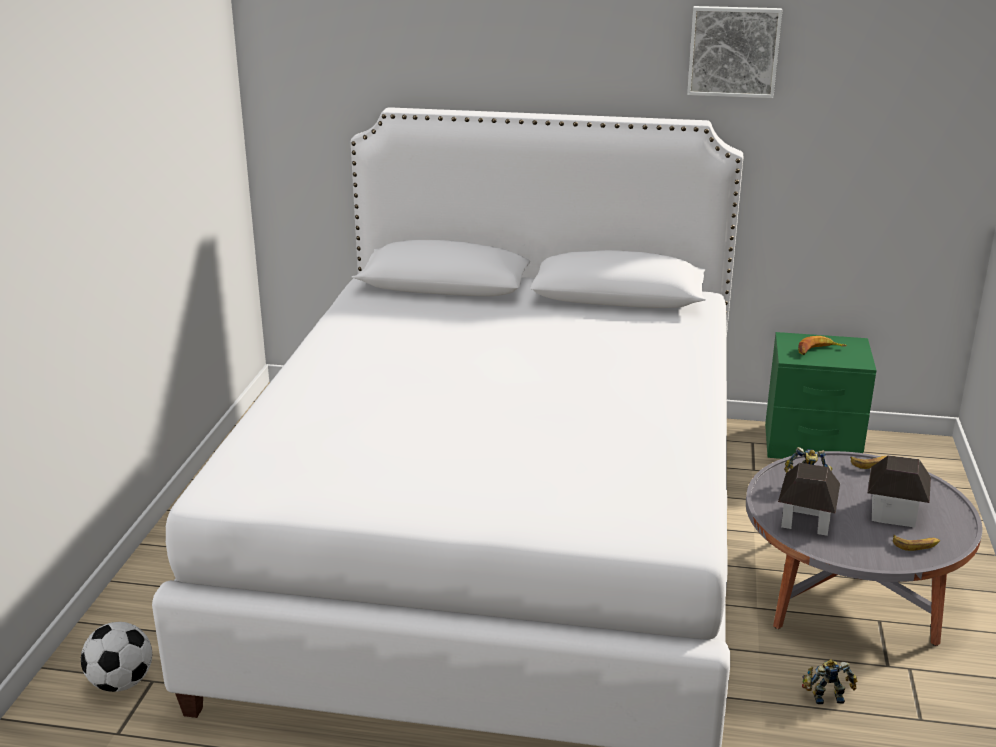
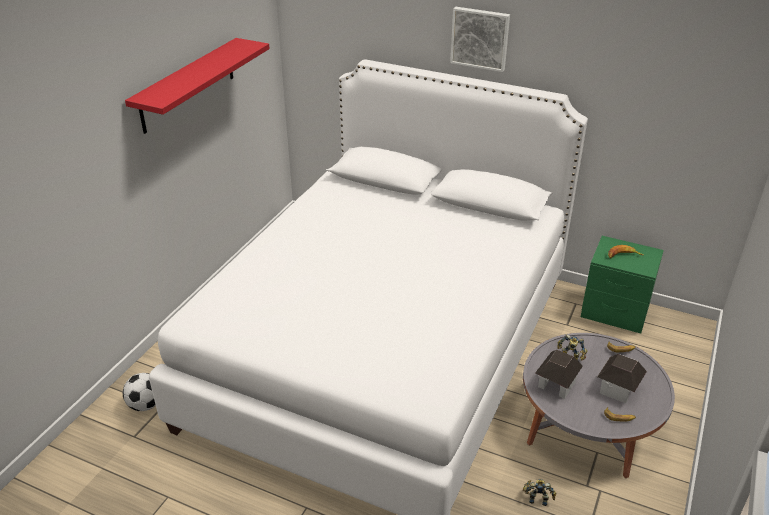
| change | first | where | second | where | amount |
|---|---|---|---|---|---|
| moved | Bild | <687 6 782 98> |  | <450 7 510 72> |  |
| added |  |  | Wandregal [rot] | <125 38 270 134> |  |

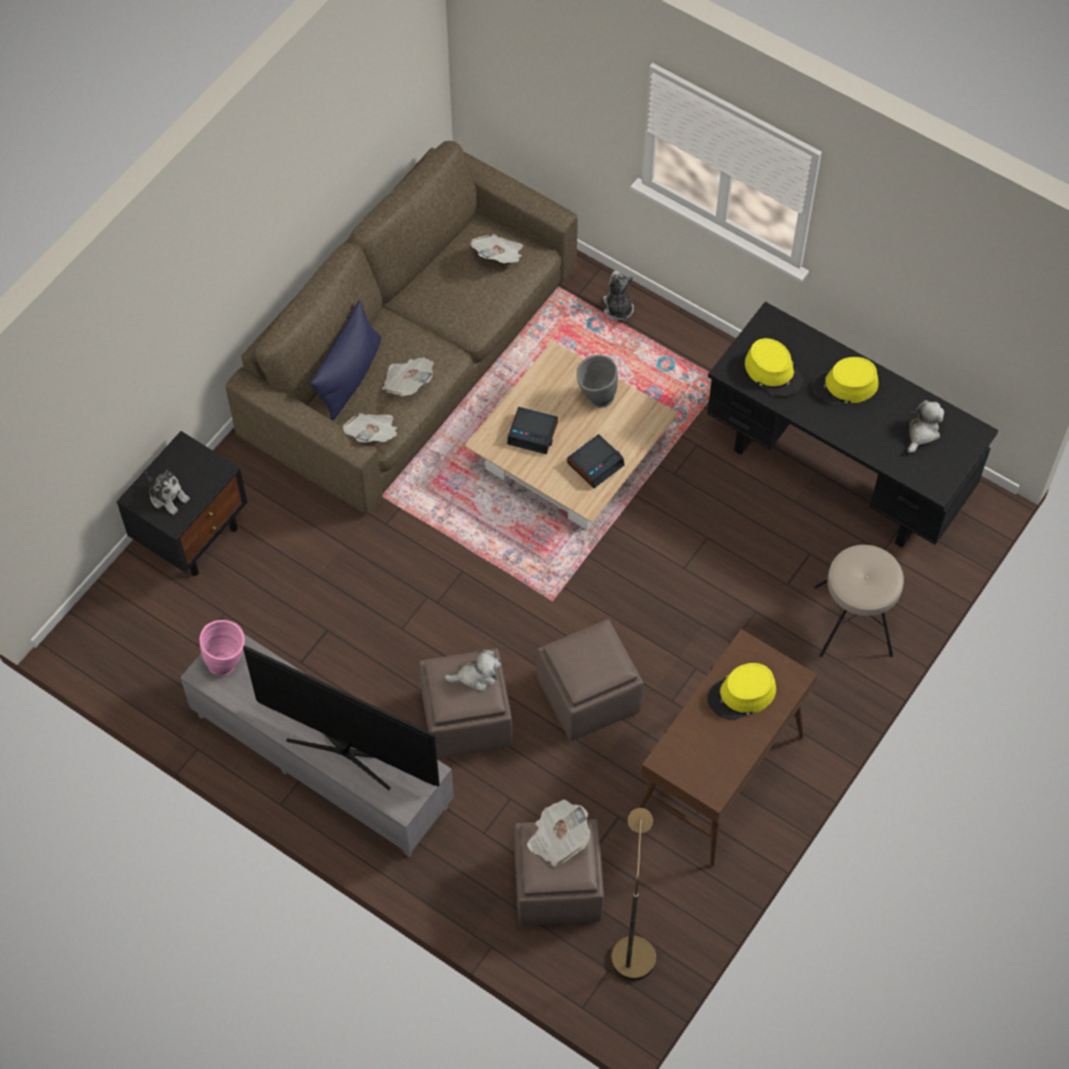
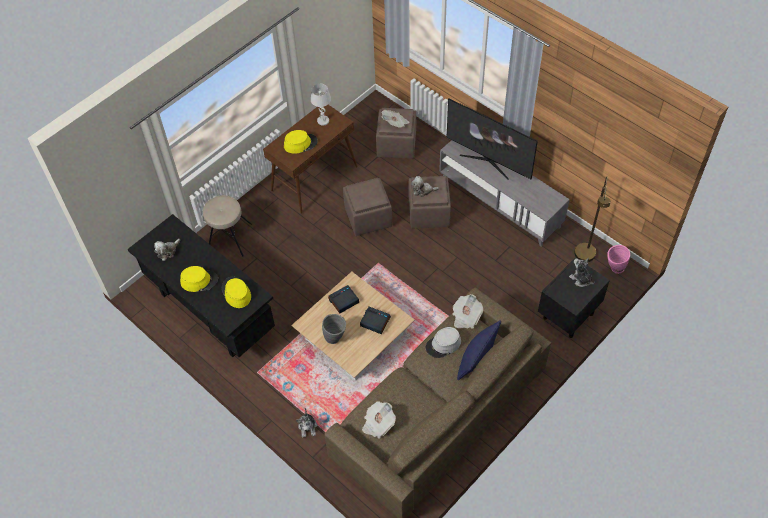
| change | first | where | second | where | amount |
|---|---|---|---|---|---|
| moved | Vase [rosa] | <199 620 245 675> |  | <607 245 630 274> |  |
| replaced | Zeitung | <382 357 434 396> | Hut [grau] | <426 327 461 358> |  |
| moved | Stehlampe [braun] | <611 808 656 981> |  | <574 177 611 262> |  |
| added |  |  | Tischlampe [weiß] | <311 84 331 126> |  |

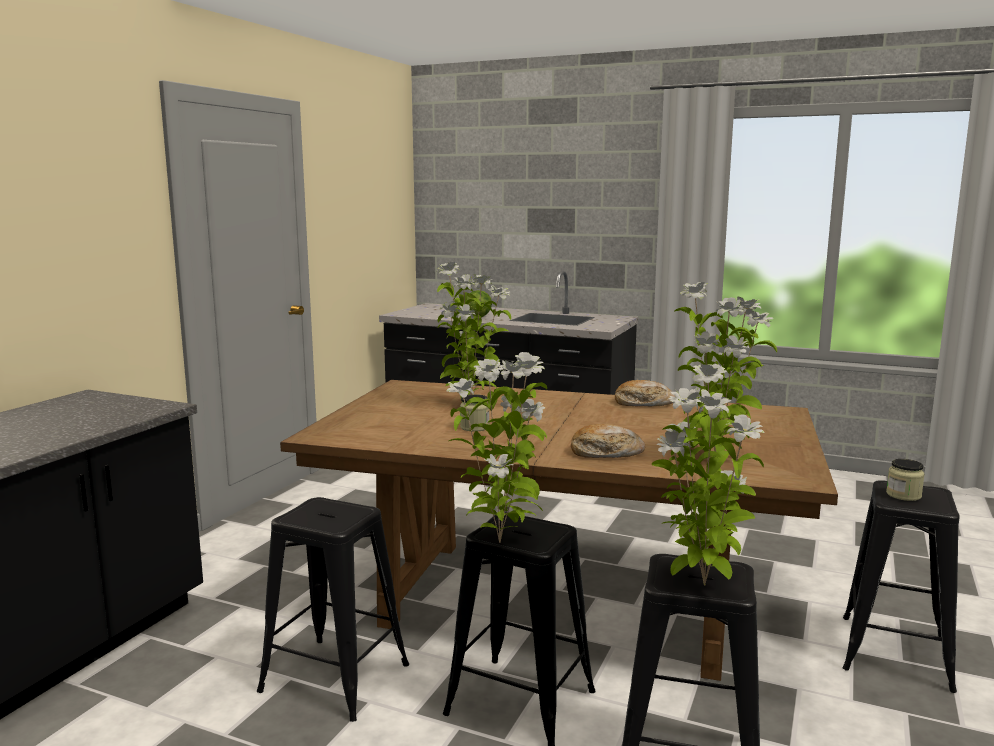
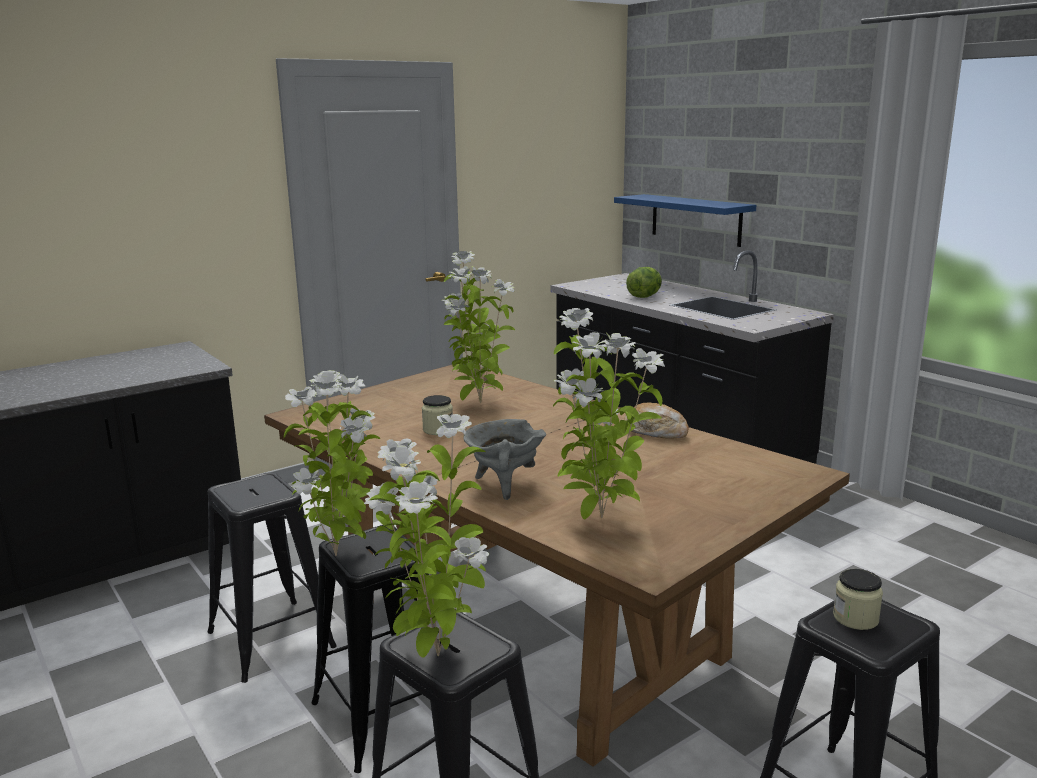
| change | first | where | second | where | amount |
|---|---|---|---|---|---|
| replaced | Brot | <571 424 646 458> | Kochtopf [grau] | <463 419 546 500> |  |
| added |  |  | Wandregal [blau] | <614 194 756 247> |  |

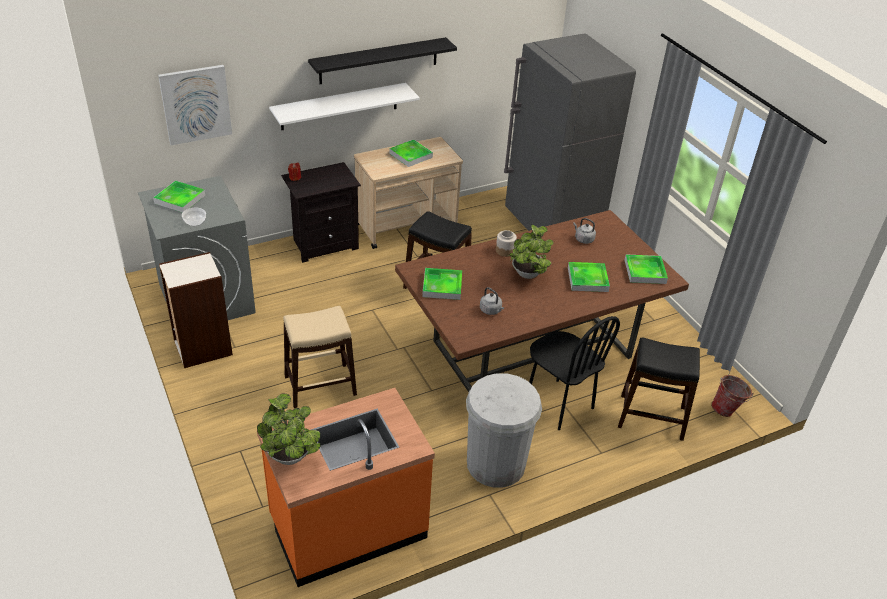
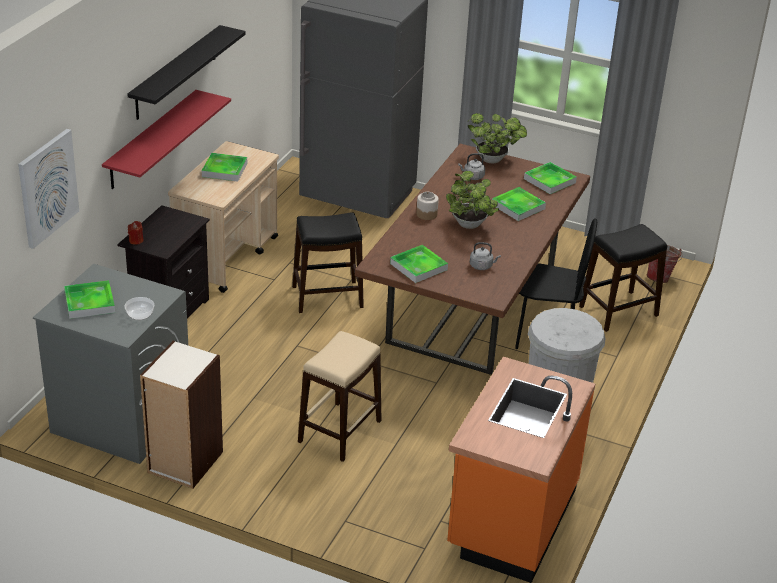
| change | first | where | second | where | amount |
|---|---|---|---|---|---|
| moved | Topfpflanze | <257 393 321 465> |  | <468 113 527 163> |  |
| recoloured | Wandregal [weiß] | <269 83 420 130> | Wandregal [rot] | <102 90 231 189> |  |

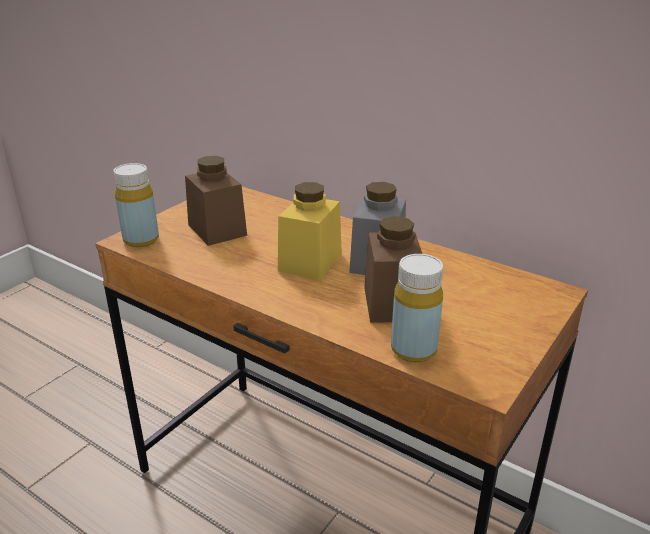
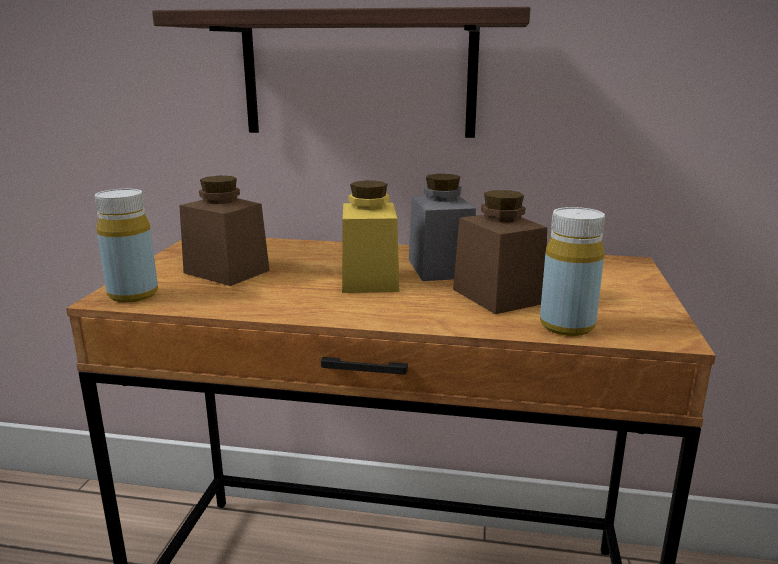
| change | first | where | second | where | amount |
|---|---|---|---|---|---|
| added |  |  | Wandregal | <152 7 530 138> |  |

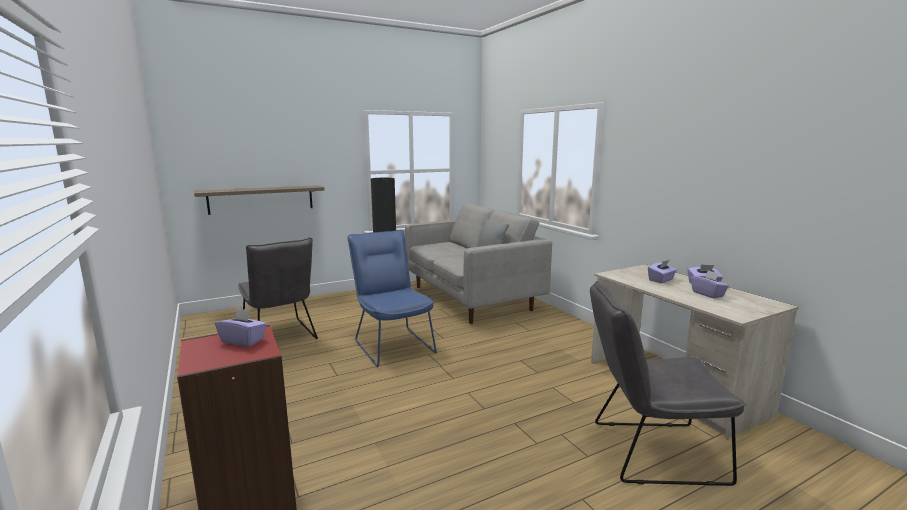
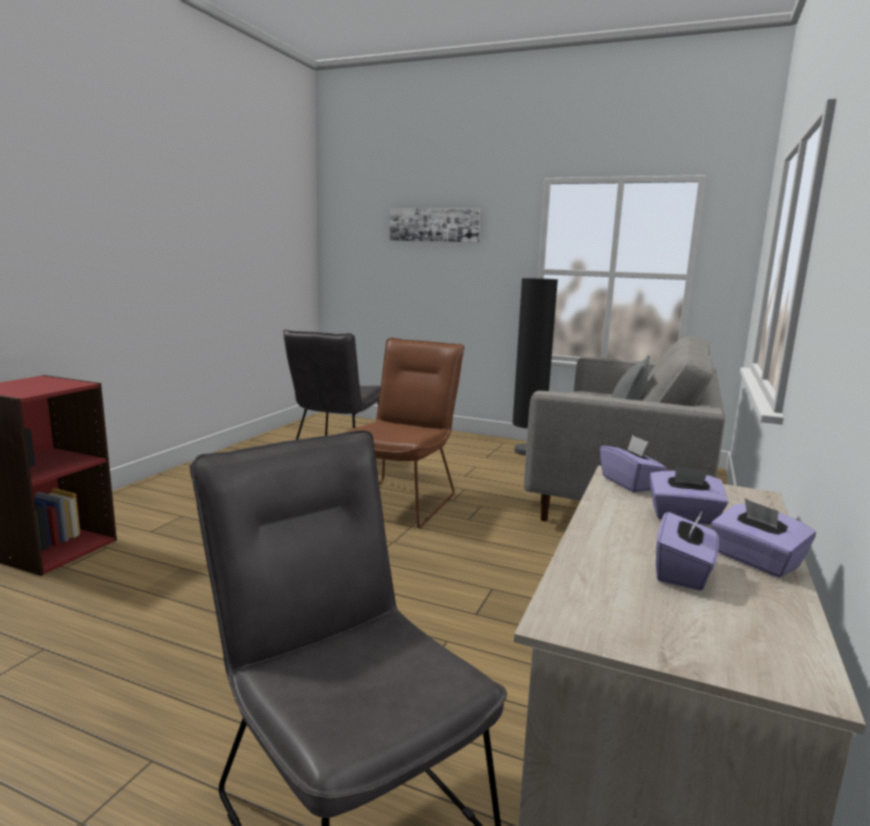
| change | first | where | second | where | amount |
|---|---|---|---|---|---|
| removed | Wandregal | <194 185 325 215> |  |  |  |
| moved | Taschentuchbox [lila] | <215 308 267 347> |  | <600 435 667 492> |  |
| recoloured | Stuhl [blau] | <347 230 437 367> | Stuhl [braun] | <344 338 464 528> |  |
| added |  |  | Bild | <390 208 481 242> |  |

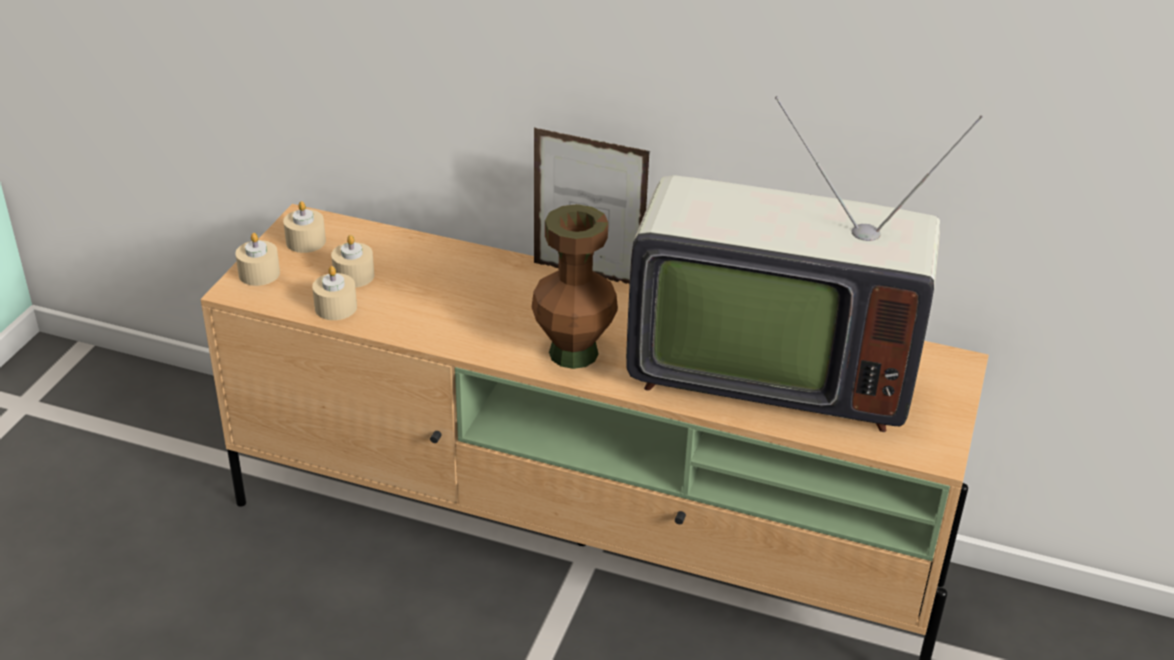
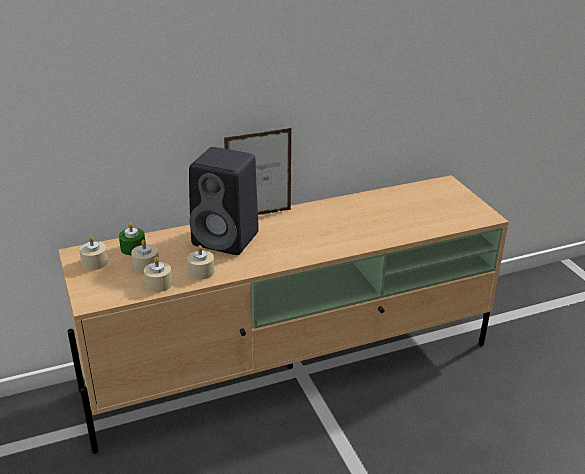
| change | first | where | second | where | amount |
|---|---|---|---|---|---|
| moved | Kerze [beige] | <236 233 280 286> |  | <187 245 215 280> |  |
| removed | Vase [braun] | <532 204 618 369> |  |  |  |
| removed | Fernseher | <626 96 983 432> |  |  |  |
| added |  |  | Kerze [grün] | <119 223 145 255> |  |
| added |  |  | Lautsprecher [schwarz] | <189 147 259 255> |  |

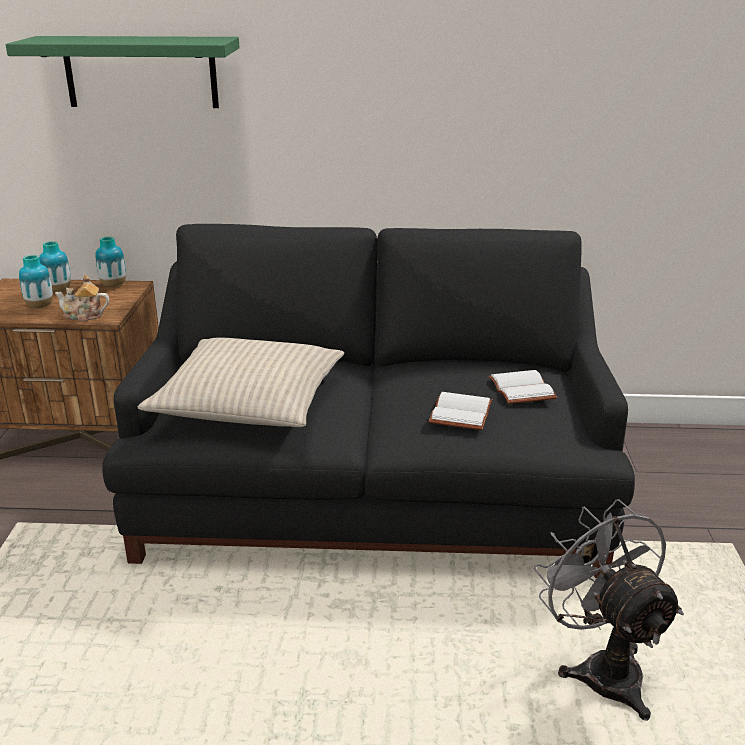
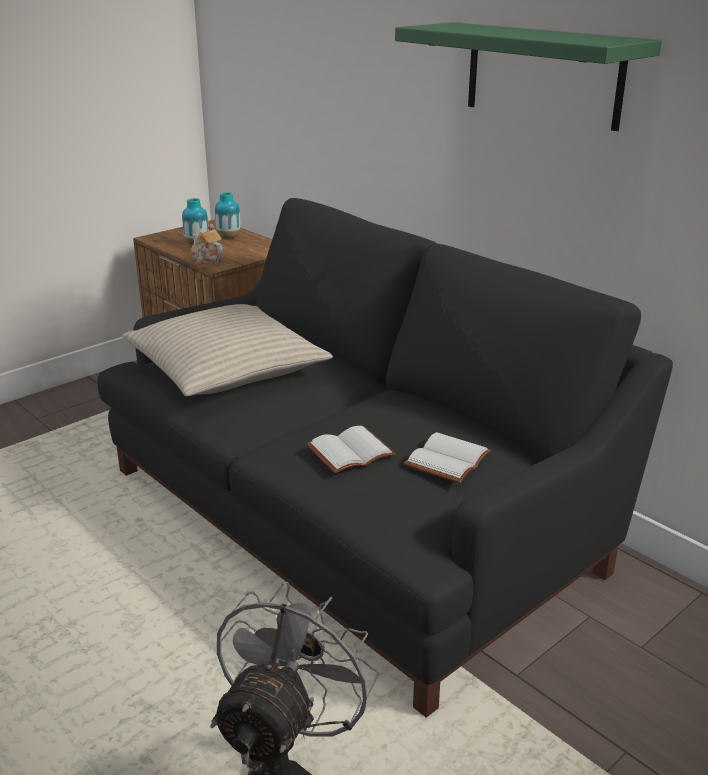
| change | first | where | second | where | amount |
|---|---|---|---|---|---|
| moved | Wandregal [grün] | <5 36 239 108> |  | <395 22 662 131> |  |
| removed | Vase | <95 236 126 287> |  |  |  |

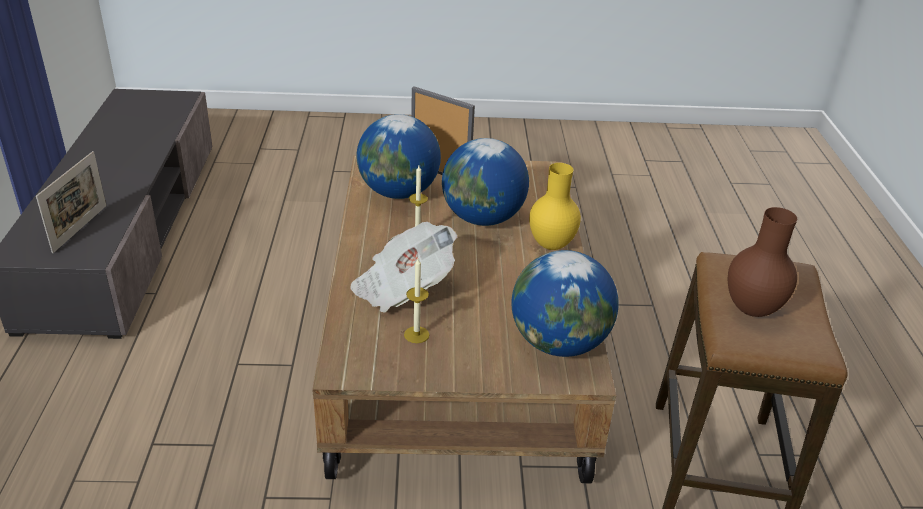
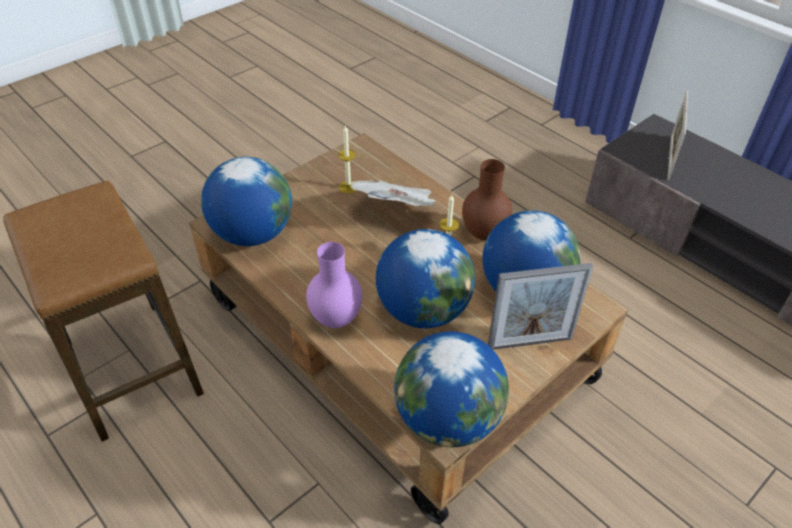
| change | first | where | second | where | amount |
|---|---|---|---|---|---|
| turned | Bilderrahmen | <36 151 106 253> |  | <667 91 688 180> | 45 degrees clockwise |
| recoloured | Vase [gelb] | <529 163 581 250> | Vase [lila] | <306 242 363 328> |  |
| moved | Vase [braun] | <728 207 797 317> |  | <462 159 512 240> |  |
| added |  |  | Globus | <394 331 509 447> |  |

